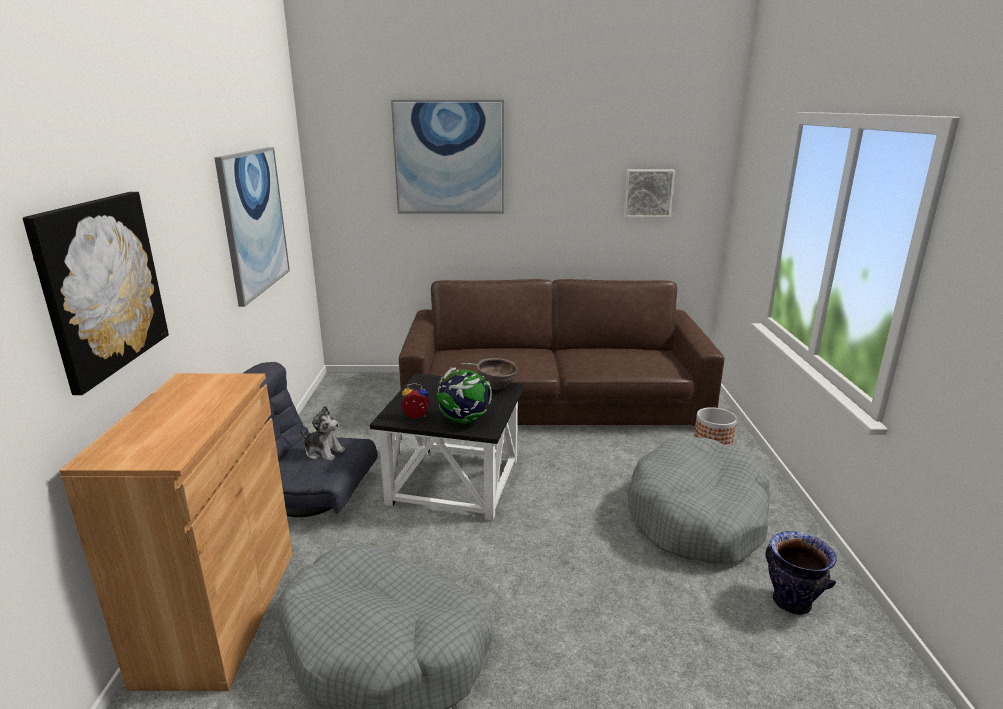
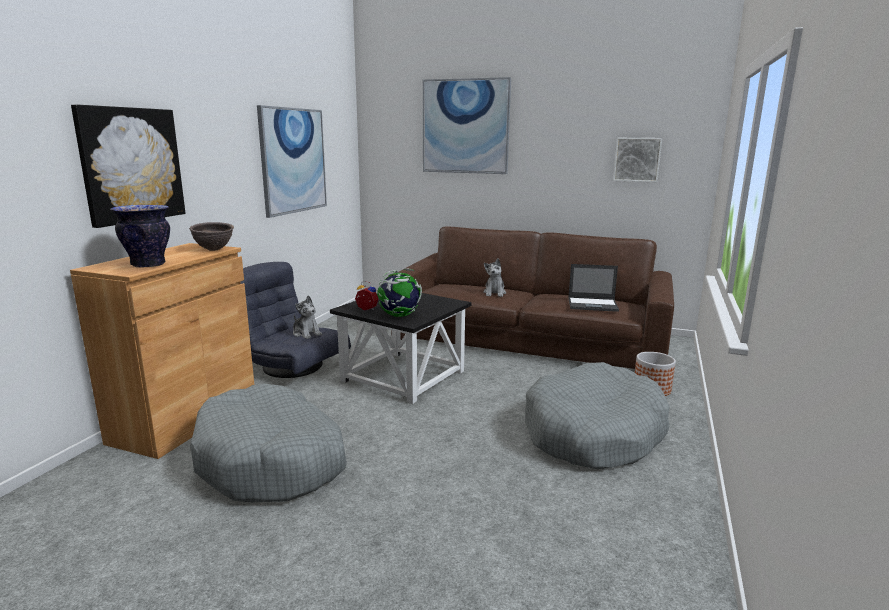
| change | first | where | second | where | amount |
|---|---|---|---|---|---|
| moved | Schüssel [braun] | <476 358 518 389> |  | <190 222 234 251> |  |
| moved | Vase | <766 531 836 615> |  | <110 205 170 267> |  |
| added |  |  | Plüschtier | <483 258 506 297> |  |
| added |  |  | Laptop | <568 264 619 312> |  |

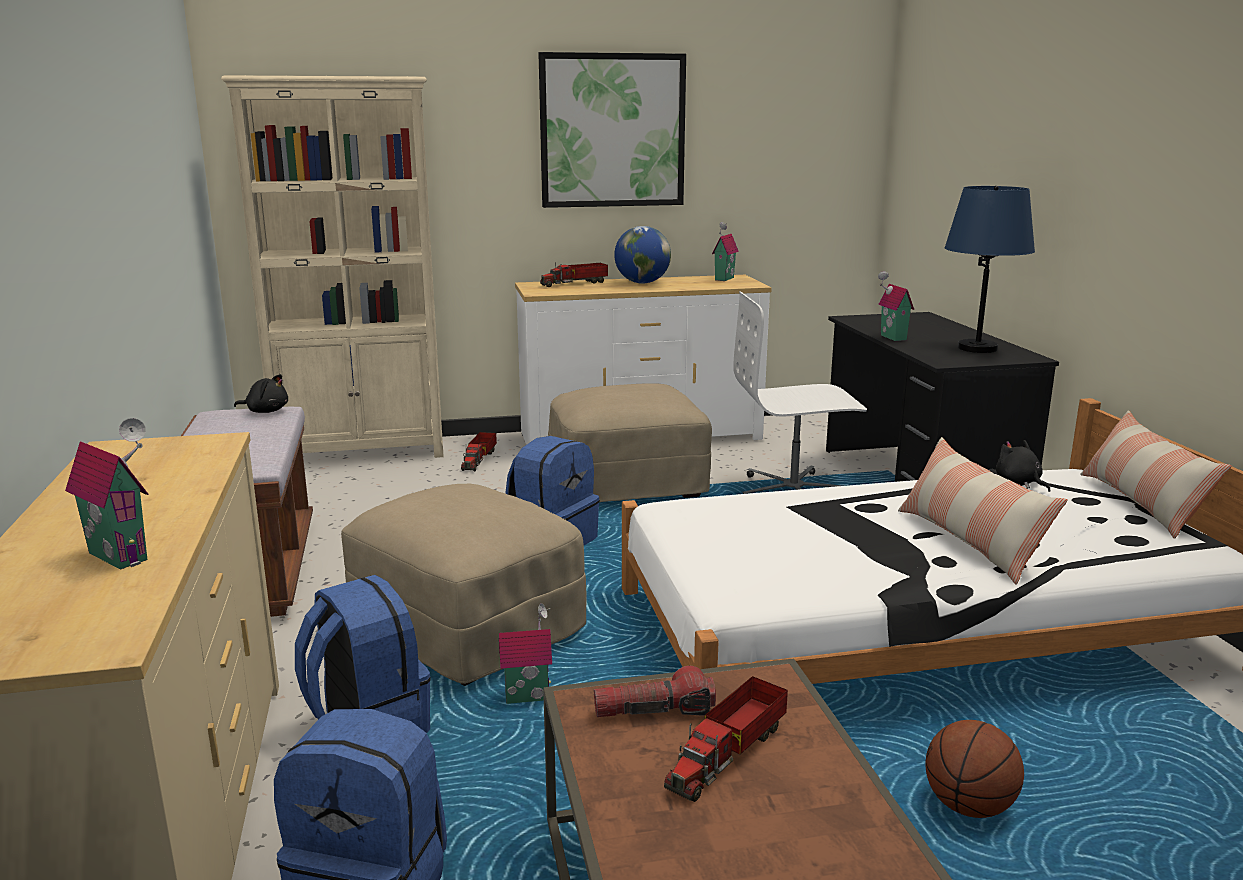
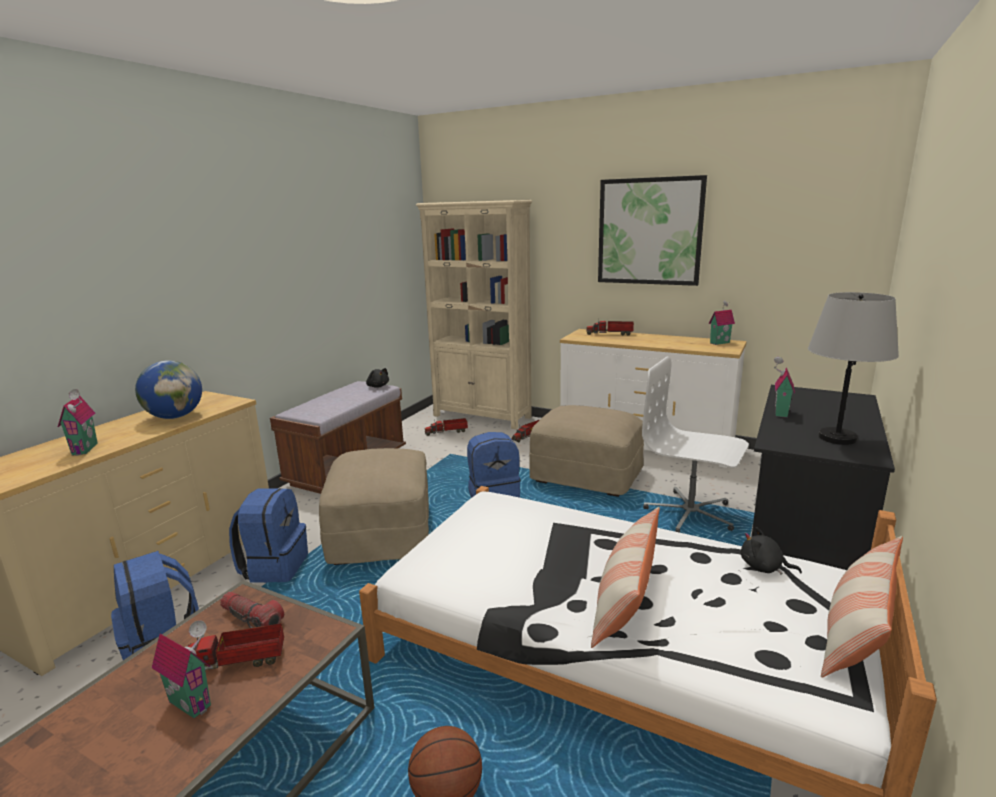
| change | first | where | second | where | amount |
|---|---|---|---|---|---|
| moved | Spielzeughaus | <499 603 552 704> |  | <152 621 211 718> |  |
| moved | Globus | <614 226 671 284> |  | <135 360 202 419> |  |
| recoloured | Tischlampe [blau] | <945 186 1035 353> | Tischlampe [grau] | <808 292 899 445> |  |
| turned | Plüschtier [schwarz] | <996 440 1050 492> |  | <741 527 802 575> | 75 degrees counterclockwise |
| added |  |  | Spielzeuglaster | <425 418 468 436> |  |

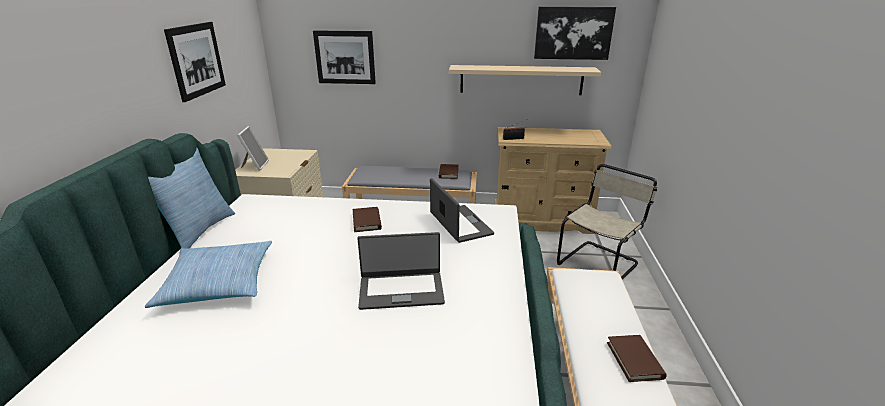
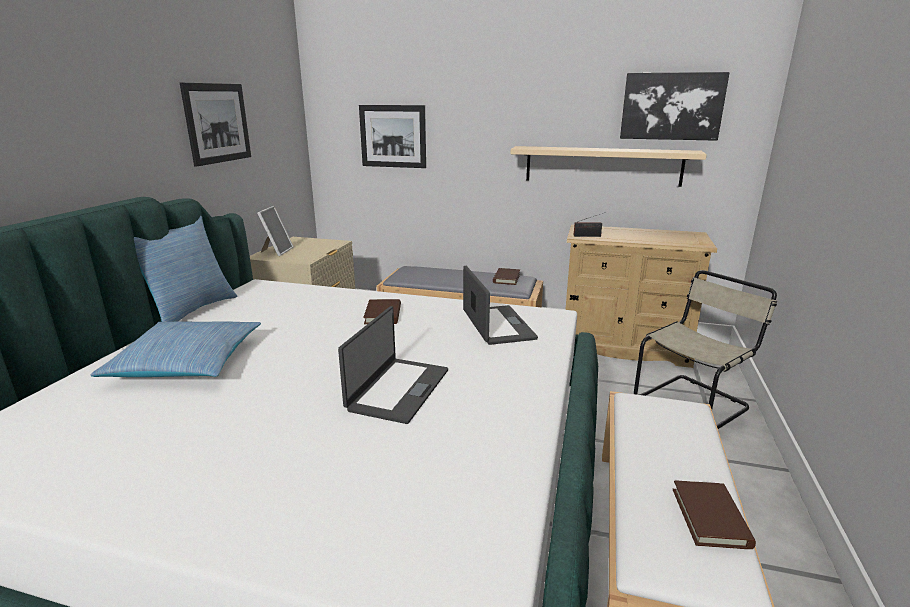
| change | first | where | second | where | amount |
|---|---|---|---|---|---|
| turned | Laptop | <357 232 445 310> |  | <338 306 448 424> | 75 degrees counterclockwise |

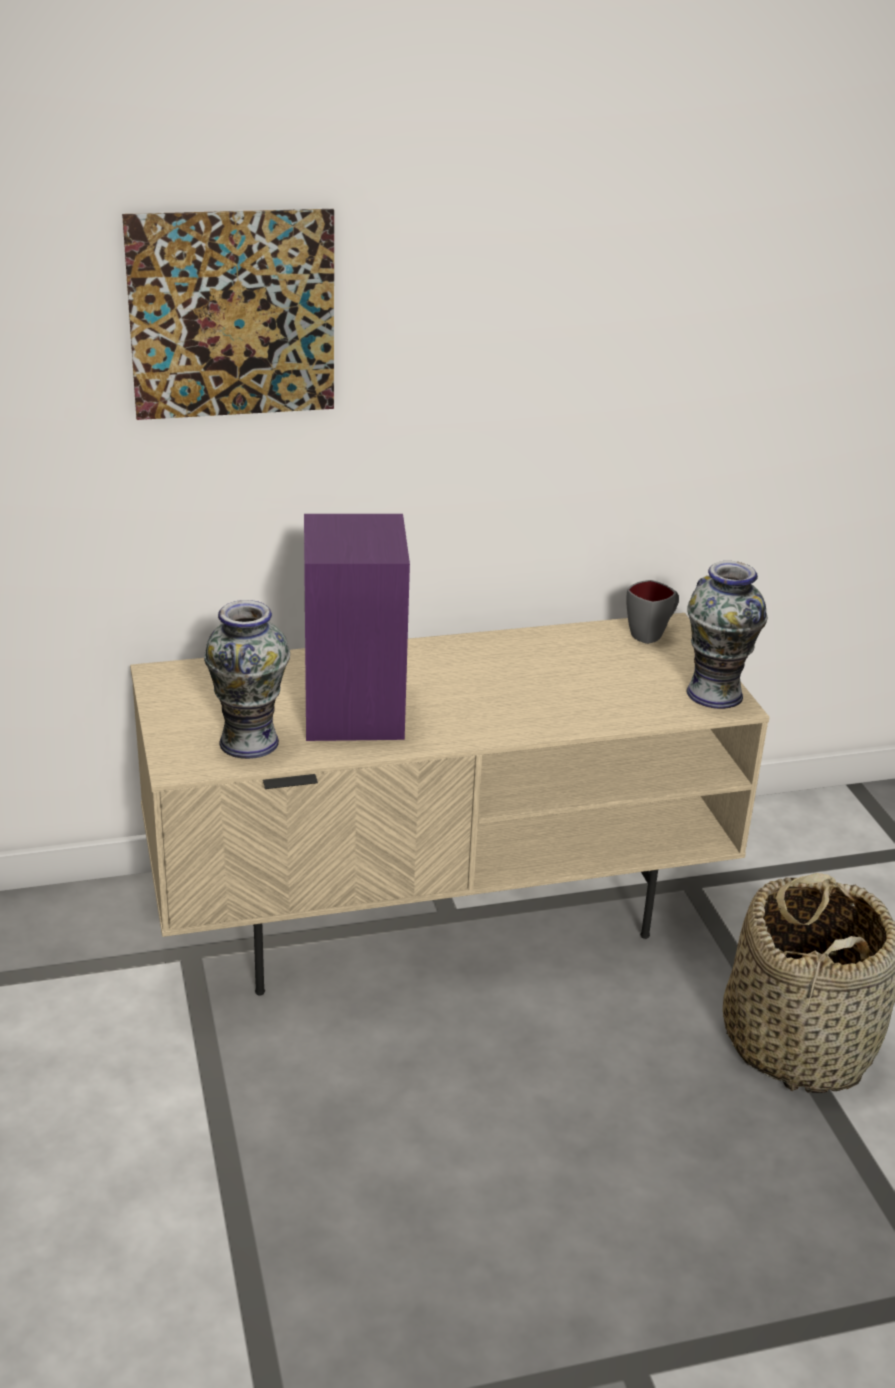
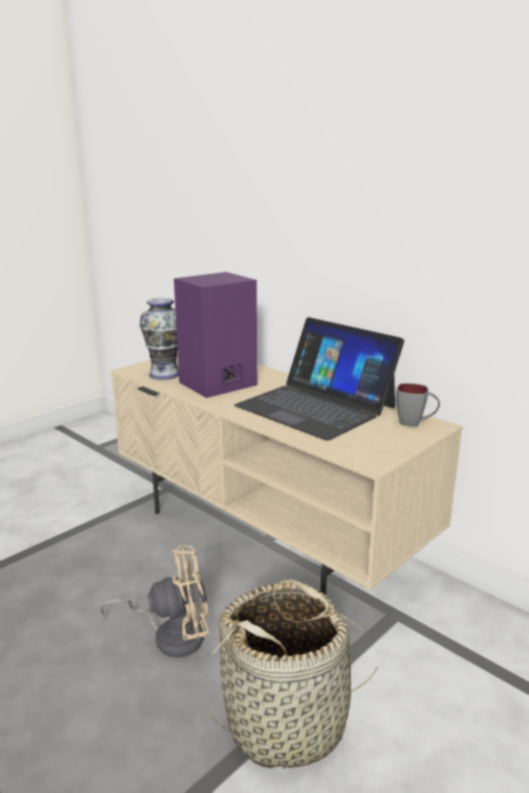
| change | first | where | second | where | amount |
|---|---|---|---|---|---|
| removed | Bild | <122 209 334 420> |  |  |  |
| removed | Vase | <687 561 767 709> |  |  |  |
| added |  |  | Ventilator [beige] | <99 545 209 657> |  |
| added |  |  | Laptop | <234 317 404 441> |  |

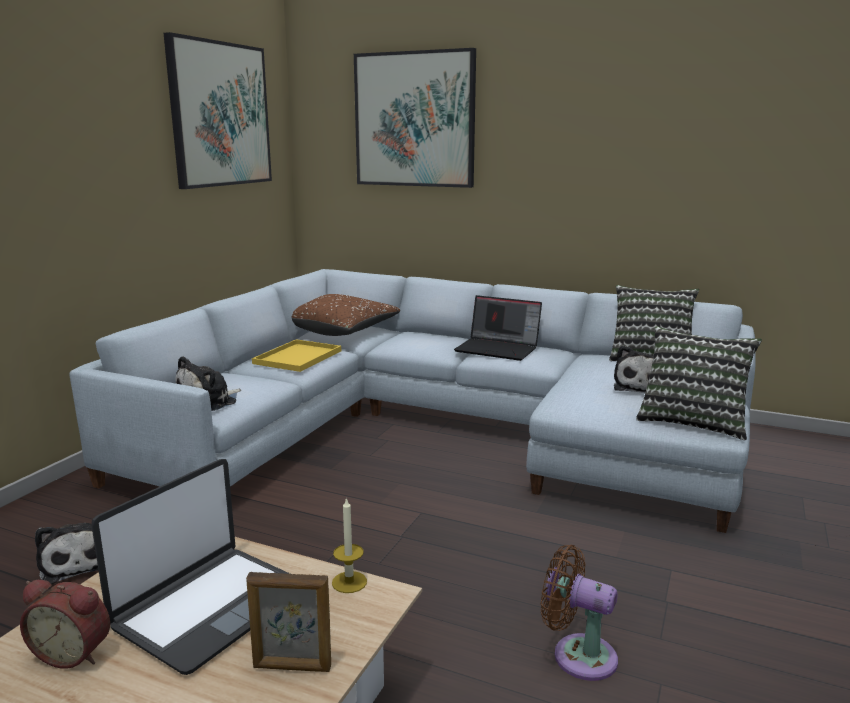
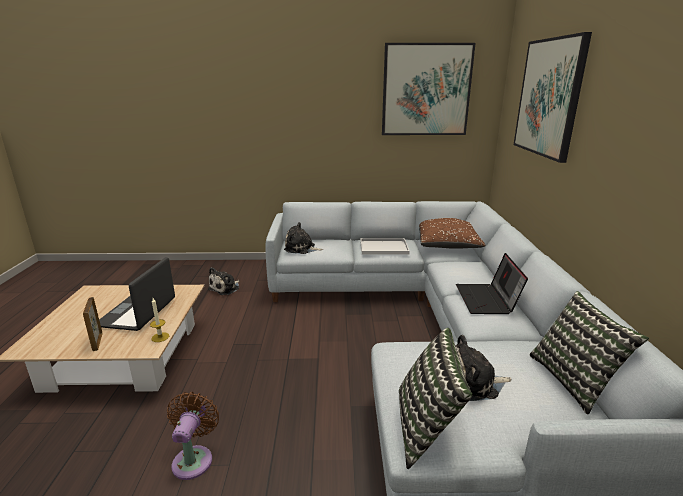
| change | first | where | second | where | amount |
|---|---|---|---|---|---|
| removed | Wecker | <20 580 110 669> |  |  |  |
| turned | Laptop | <91 459 290 675> |  | <99 257 175 331> | 90 degrees clockwise |
| recoloured | Tablett [gelb] | <252 339 341 372> | Tablett [weiß] | <360 238 410 255> |  |

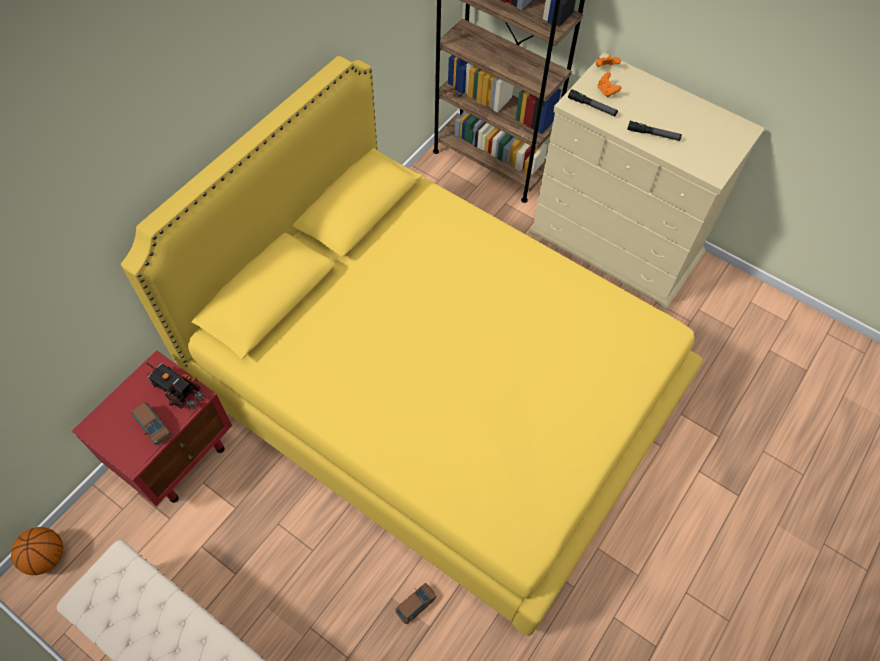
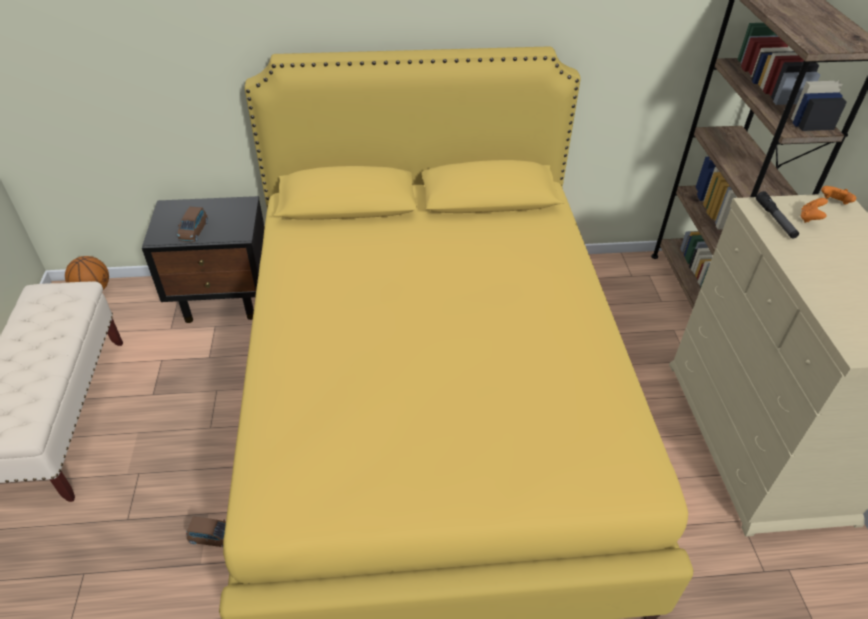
| change | first | where | second | where | amount |
|---|---|---|---|---|---|
| recoloured | Nachttisch [rot] | <72 350 232 506> | Nachttisch [schwarz] | <142 196 265 323> |  |
| removed | Spielzeuglaster | <146 363 206 409> |  |  |  |
| removed | Taschenlampe | <627 121 682 141> |  |  |  |

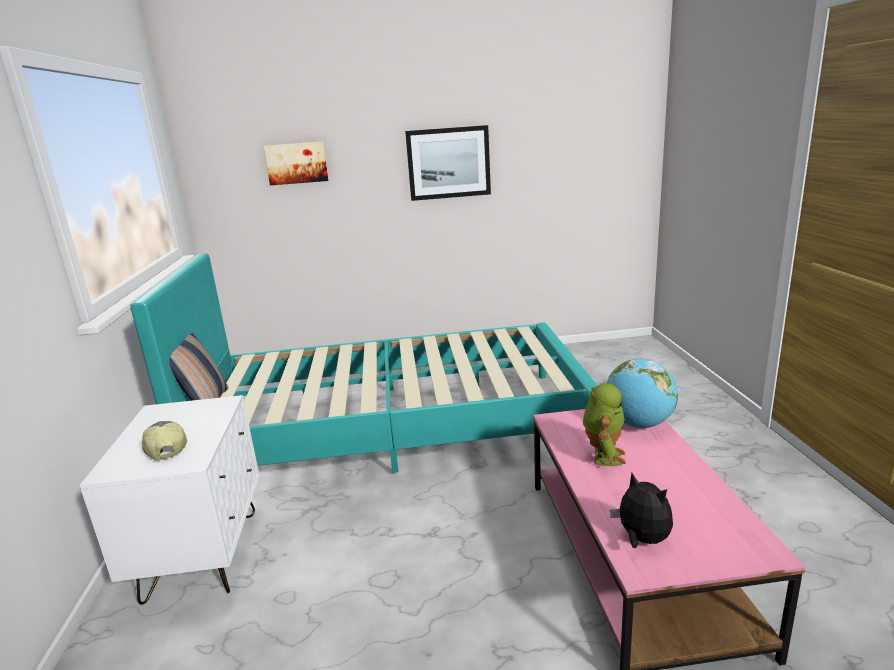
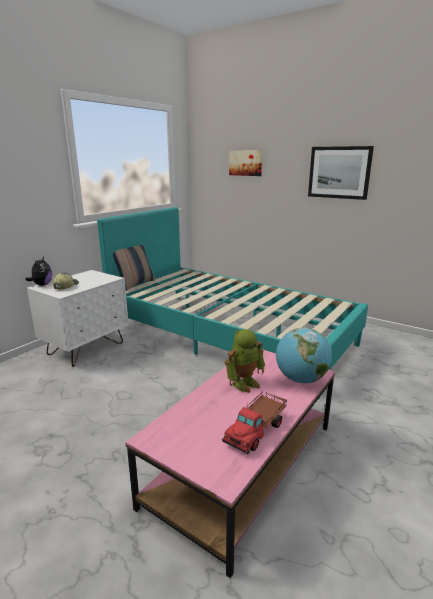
| change | first | where | second | where | amount |
|---|---|---|---|---|---|
| moved | Plüschtier | <610 473 673 548> |  | <25 257 52 286> |  |
| added |  |  | Spielzeuglaster | <222 391 287 454> |  |

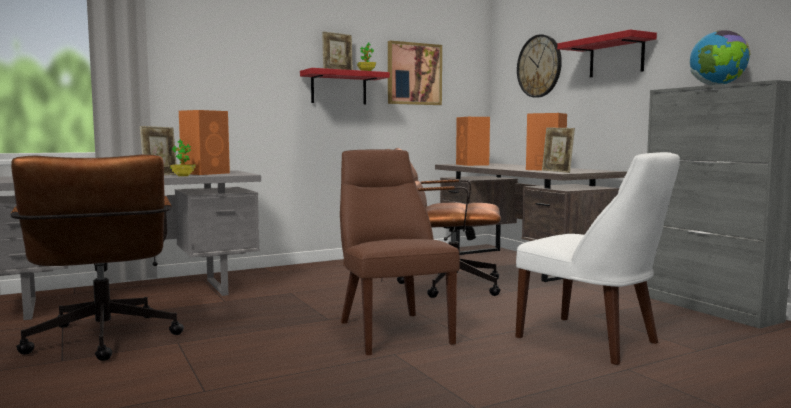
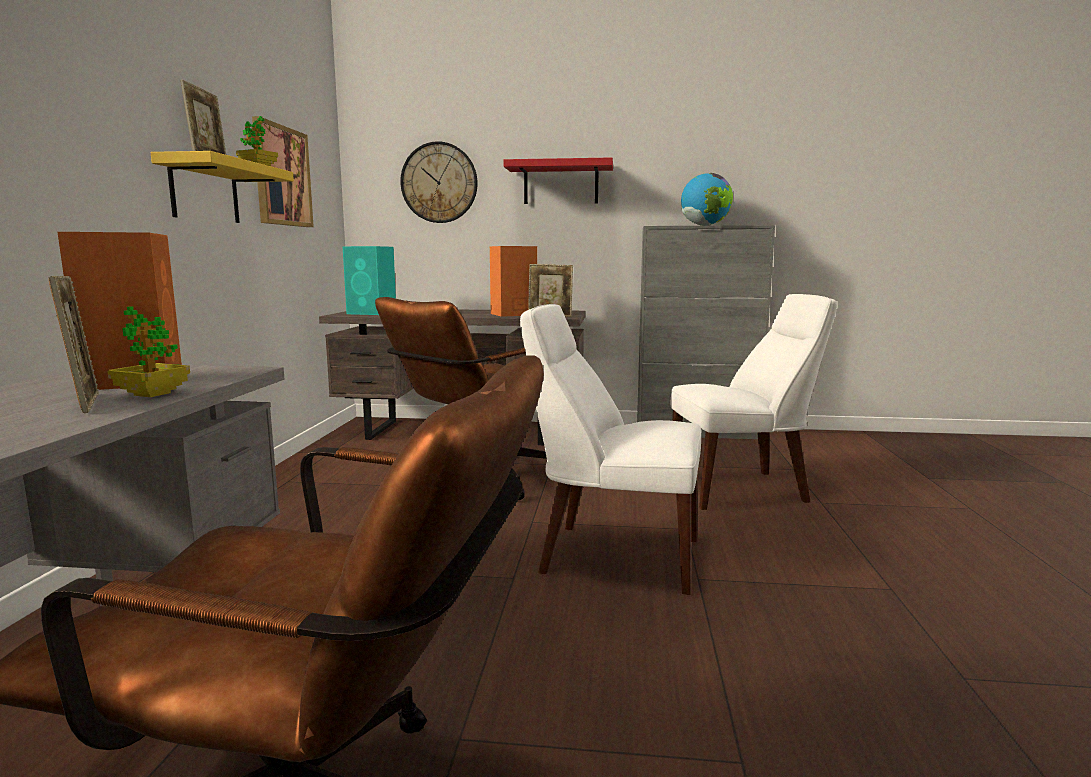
| change | first | where | second | where | amount |
|---|---|---|---|---|---|
| recoloured | Wandregal [rot] | <300 68 390 104> | Wandregal [gelb] | <151 151 294 223> |  |
| recoloured | Stuhl [braun] | <340 149 460 355> | Stuhl [weiß] | <520 304 702 595> |  |
| recoloured | Lautsprecher [orange] | <456 117 490 166> | Lautsprecher [türkis] | <343 246 396 315> |  |

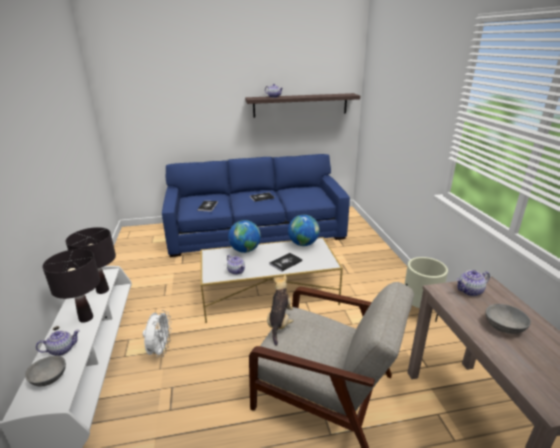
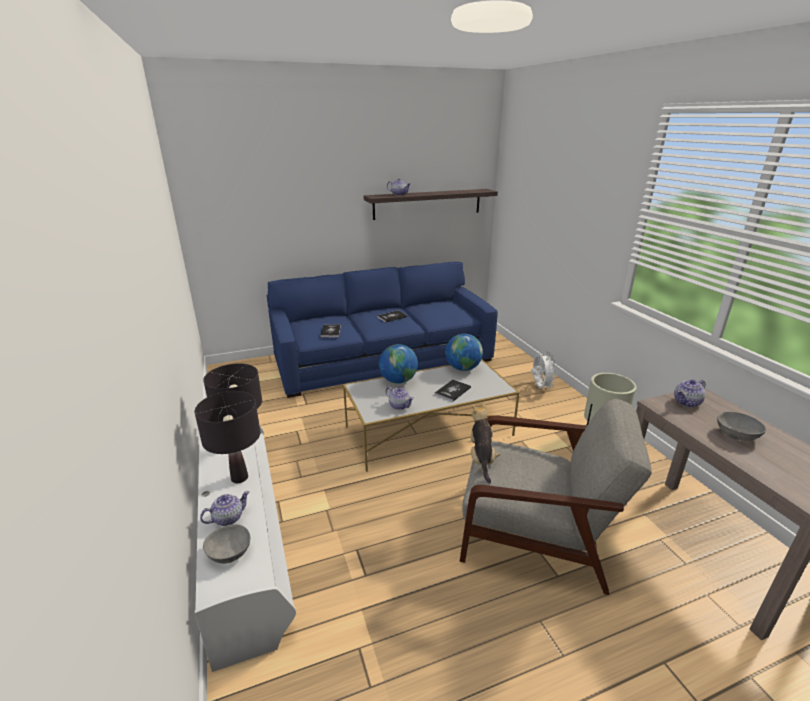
| change | first | where | second | where | amount |
|---|---|---|---|---|---|
| moved | Ventilator [weiß] | <143 310 172 357> |  | <531 351 557 390> |  |

